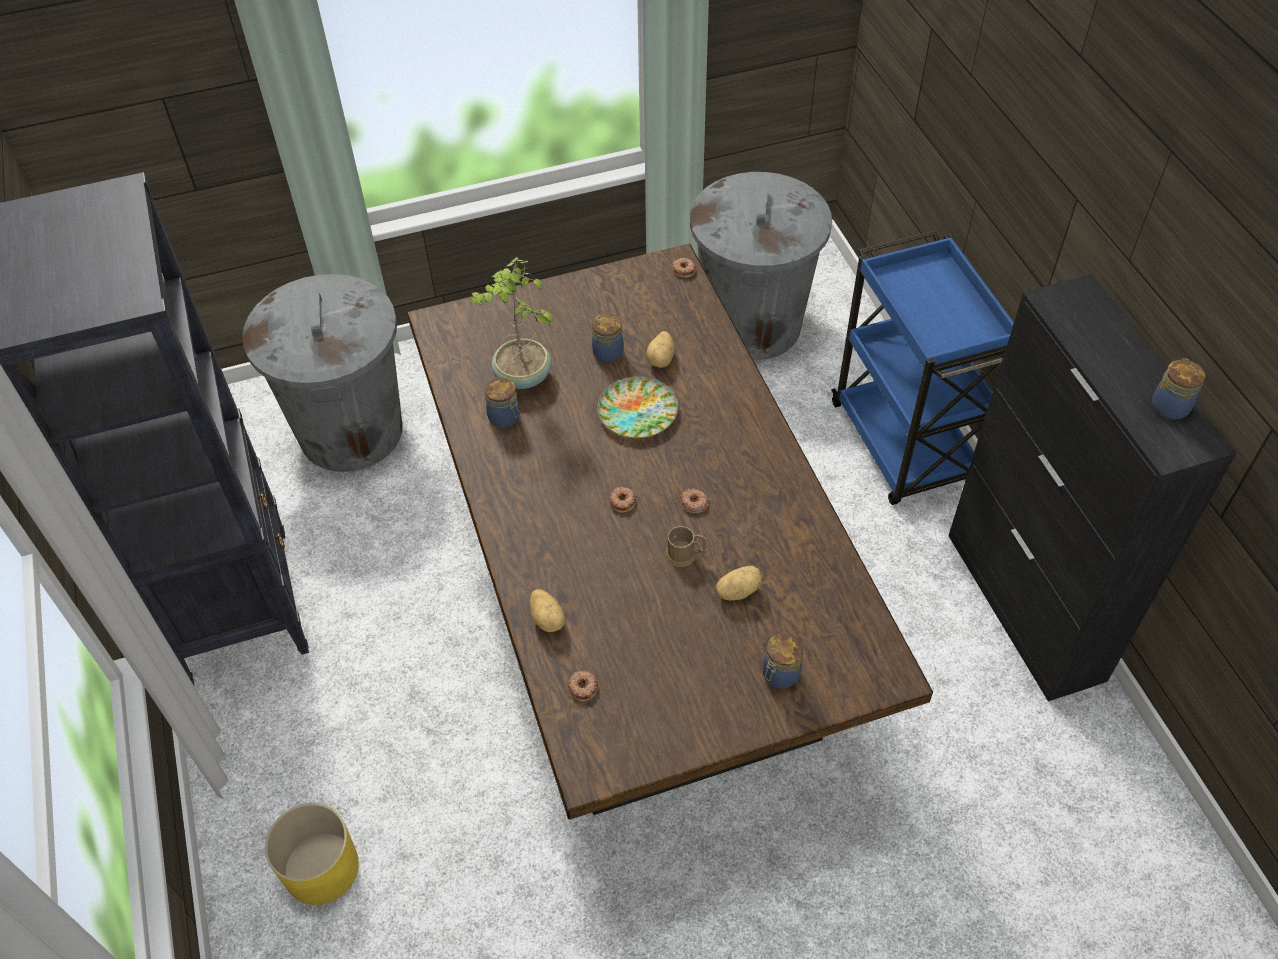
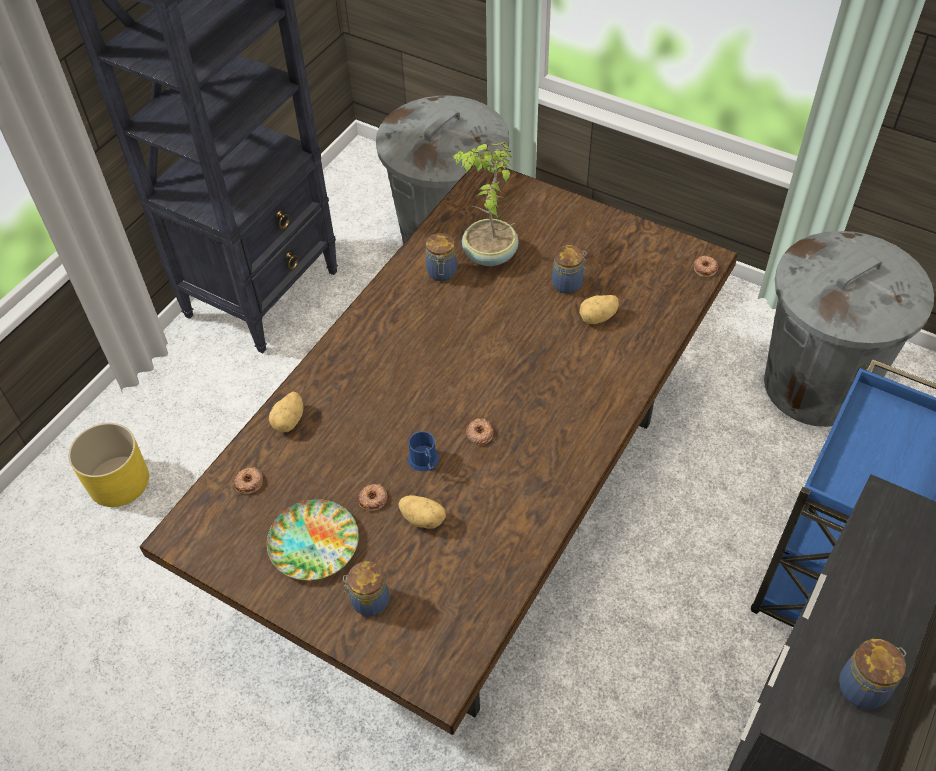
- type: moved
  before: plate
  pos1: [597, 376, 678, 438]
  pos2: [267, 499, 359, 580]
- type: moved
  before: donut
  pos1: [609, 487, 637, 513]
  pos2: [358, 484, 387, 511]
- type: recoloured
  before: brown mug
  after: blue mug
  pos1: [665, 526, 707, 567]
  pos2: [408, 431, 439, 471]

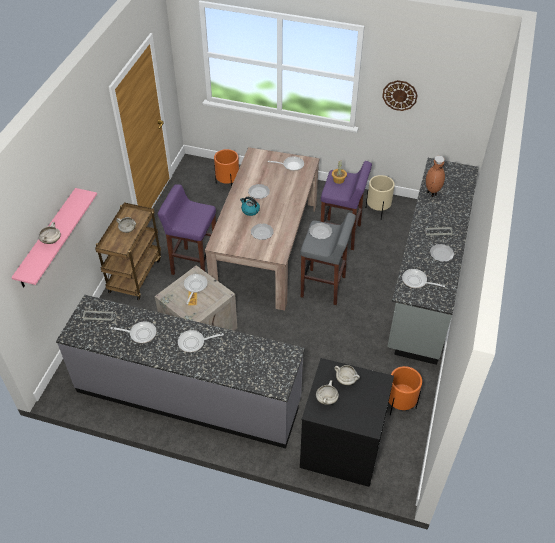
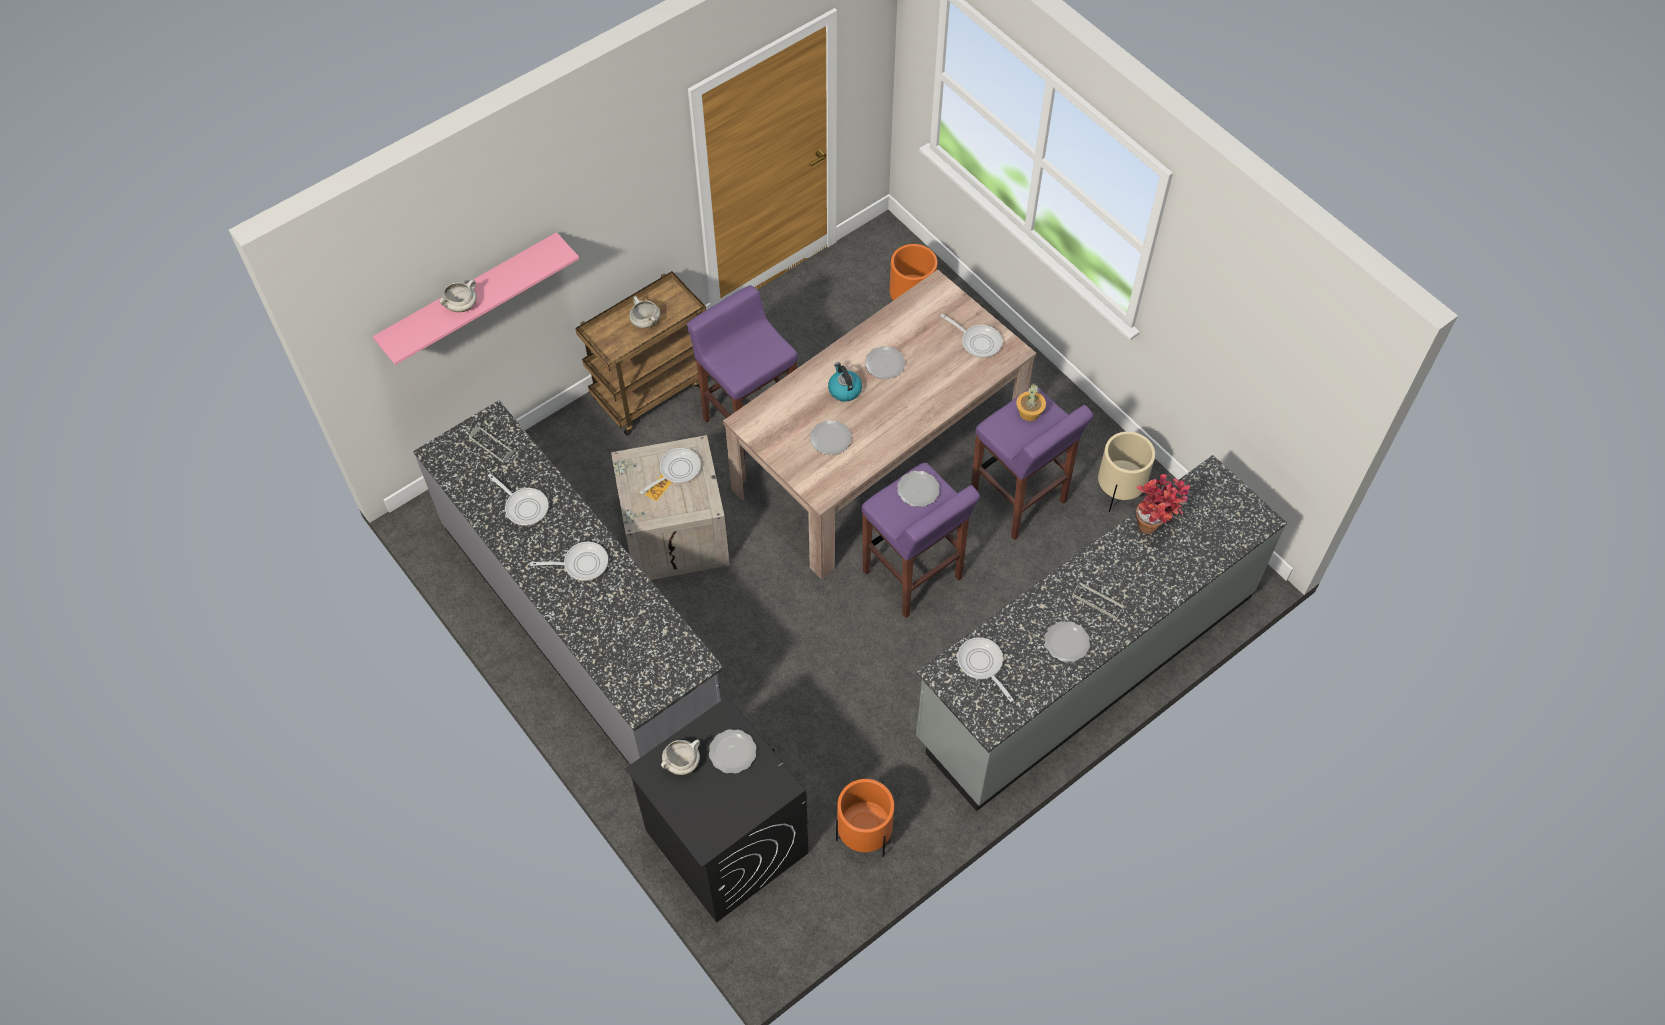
- type: turned
  before: frying pan
  pos1: [178, 330, 224, 352]
  pos2: [530, 542, 608, 581]
  turn: 150
- type: recoloured
  before: grey stool
  after: purple stool
  pos1: [300, 213, 356, 305]
  pos2: [861, 463, 980, 618]
- type: replaced
  before: white cooking pot
  after: plate
  pos1: [335, 365, 360, 385]
  pos2: [709, 729, 756, 774]
- type: removed
  before: wall clock
  pos1: [382, 80, 417, 111]
- type: replaced
  before: brown vase
  after: potted plant
  pos1: [426, 156, 445, 197]
  pos2: [1136, 474, 1190, 534]

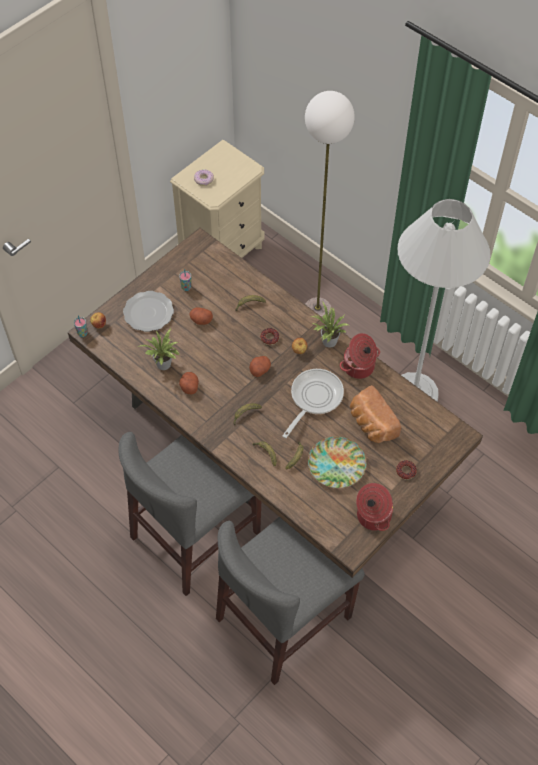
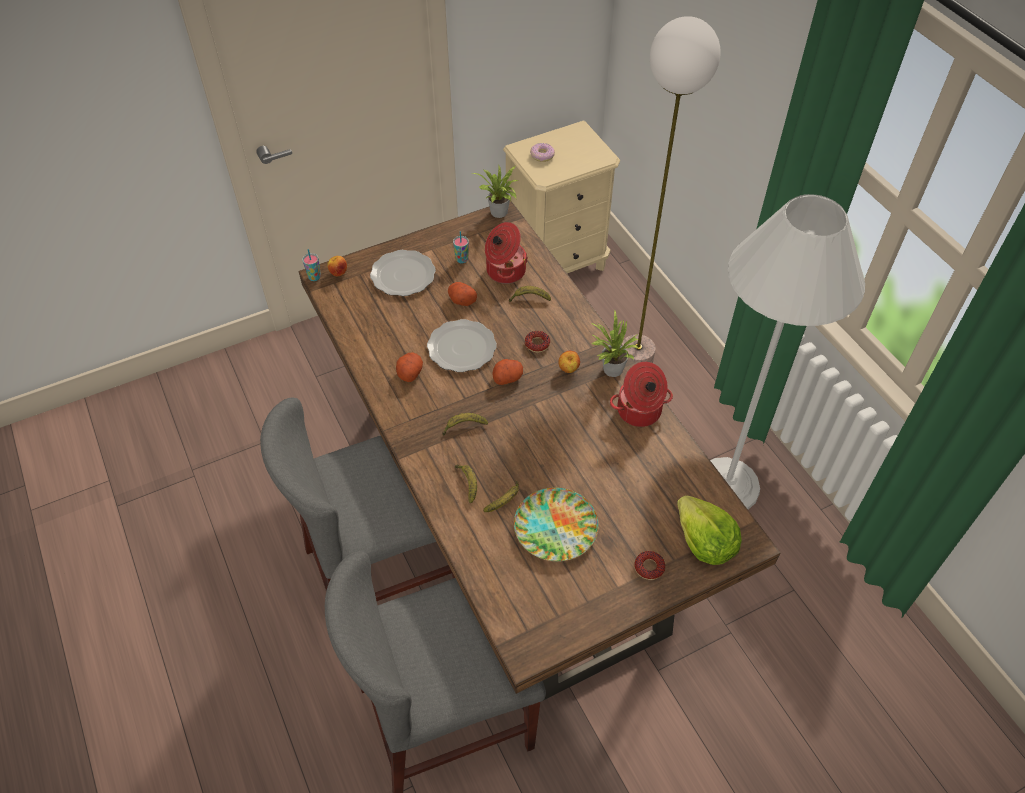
- type: moved
  before: potted plant
  pos1: [137, 328, 180, 370]
  pos2: [473, 166, 518, 218]
- type: removed
  before: frying pan
  pos1: [282, 369, 344, 438]
- type: removed
  before: bread
  pos1: [350, 385, 401, 443]
- type: moved
  before: cooking pot
  pos1: [356, 483, 393, 531]
  pos2: [485, 222, 528, 284]
- type: added
  after: plate
  pos2: [427, 319, 497, 372]
- type: added
  after: lettuce
  pos2: [677, 495, 742, 565]

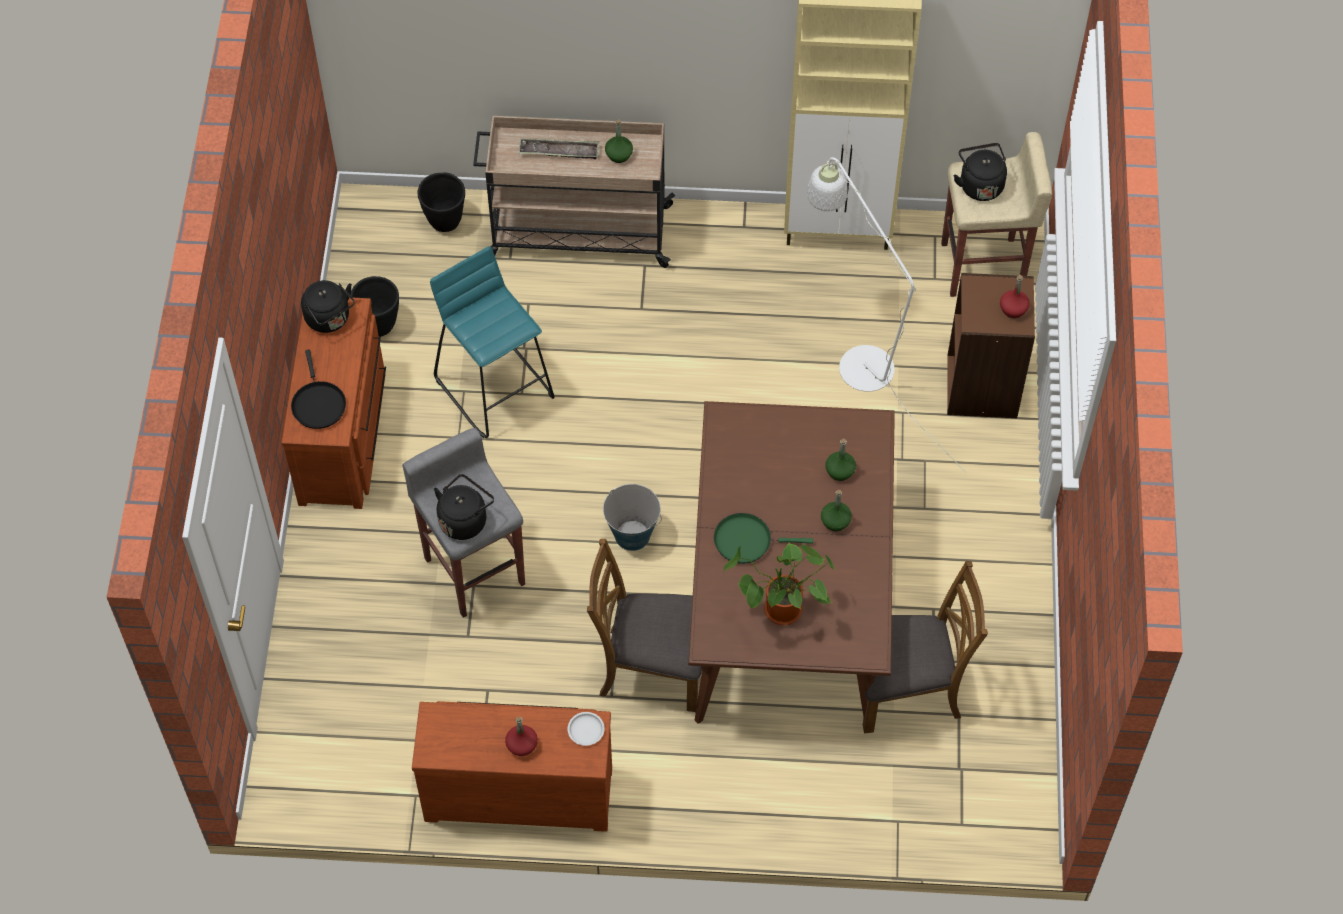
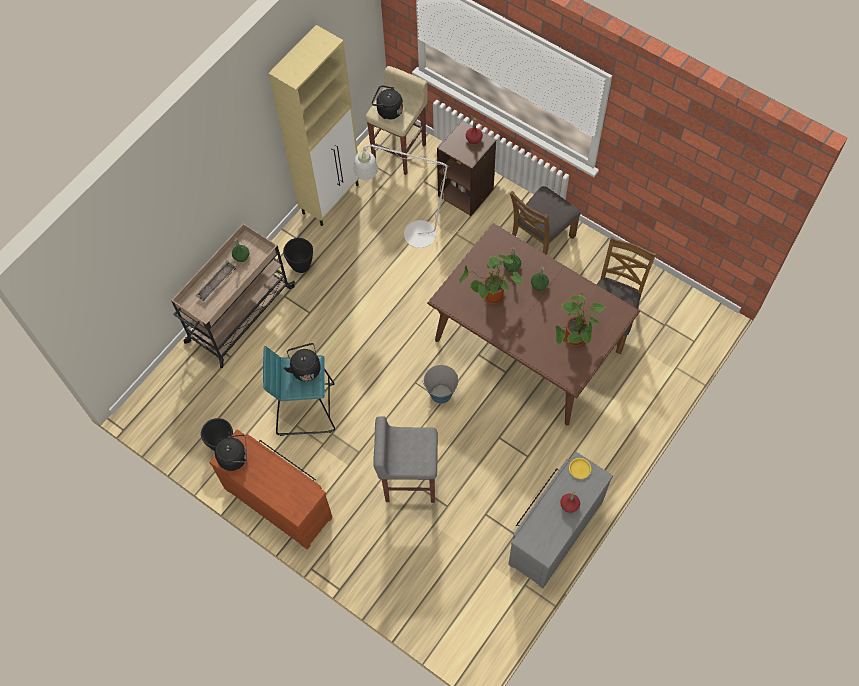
- type: removed
  before: black frying pan
  pos1: [291, 350, 346, 429]
- type: recoloured
  before: brown dresser
  after: grey dresser
  pos1: [412, 701, 612, 832]
  pos2: [508, 452, 613, 589]
- type: moved
  before: black planter
  pos1: [417, 173, 465, 232]
  pos2: [283, 238, 313, 273]
- type: moved
  before: black kettle
  pos1: [434, 474, 494, 540]
  pos2: [284, 343, 321, 381]
- type: recoloured
  before: white plate
  after: yellow plate
  pos1: [568, 712, 605, 746]
  pos2: [569, 458, 591, 479]
- type: moved
  before: brown chair
  pos1: [587, 539, 702, 712]
  pos2: [510, 186, 581, 255]
- type: removed
  before: green frying pan
  pos1: [714, 513, 813, 564]
- type: added
  after: potted plant
  pos2: [459, 255, 523, 304]

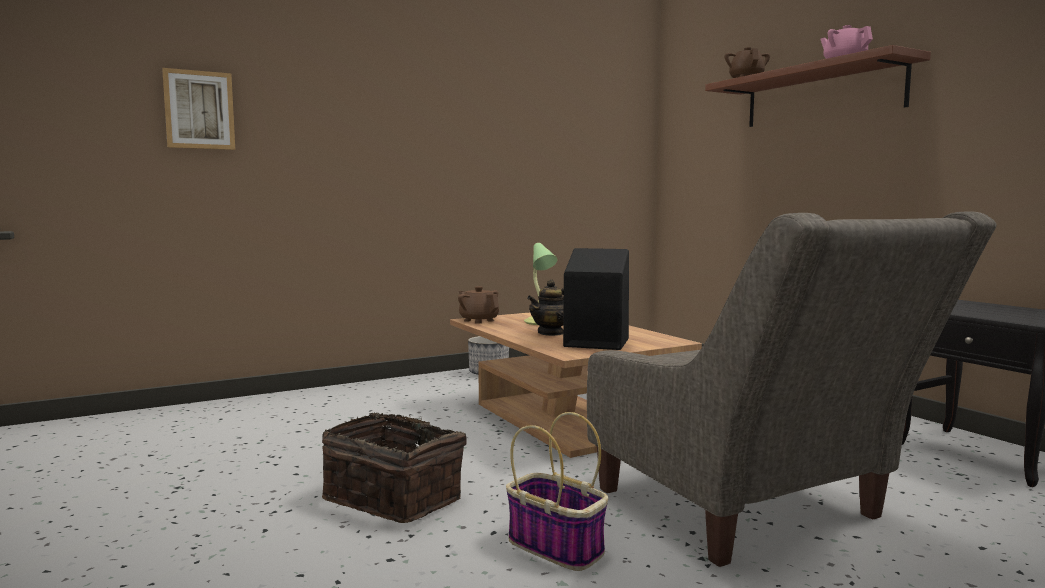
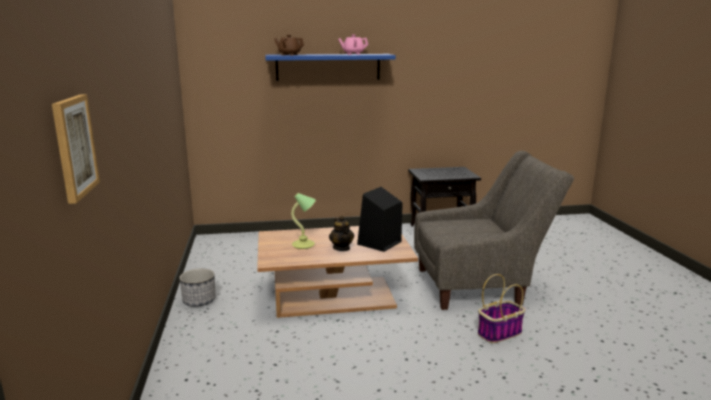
- type: removed
  before: basket
  pos1: [322, 412, 467, 523]
- type: removed
  before: brown teapot
  pos1: [458, 286, 499, 324]
- type: recoloured
  before: brown shelf
  after: blue shelf
  pos1: [705, 45, 931, 127]
  pos2: [265, 54, 396, 81]

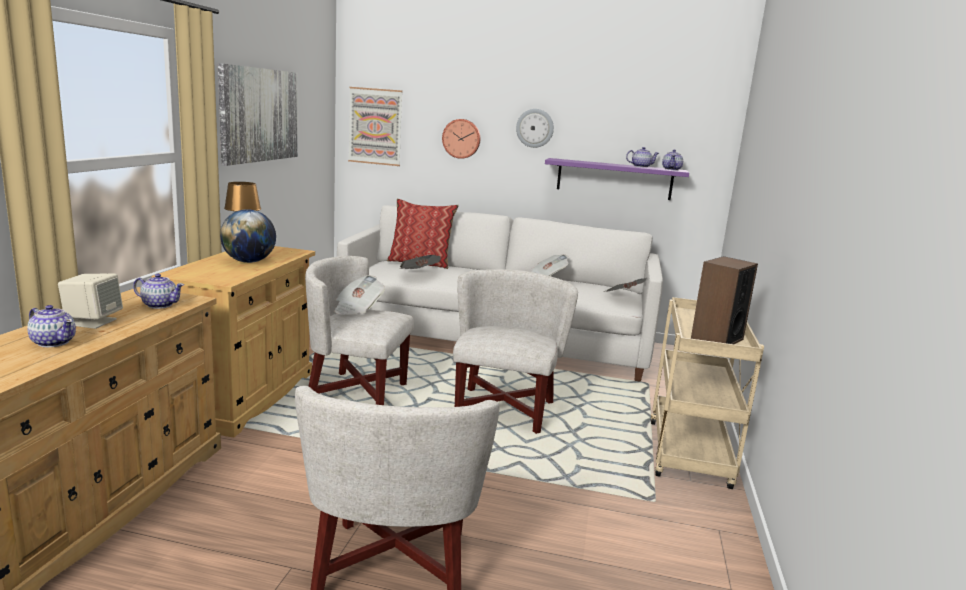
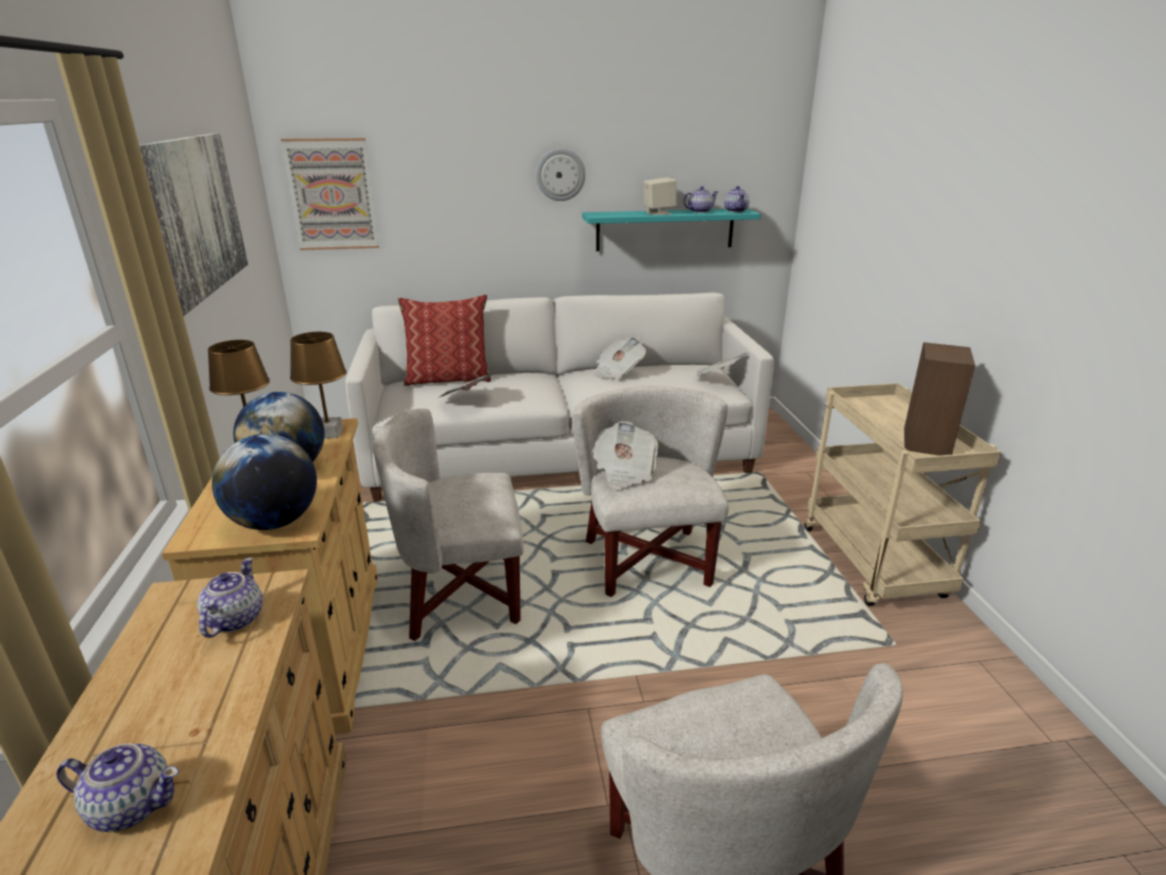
- type: moved
  before: beige speaker
  pos1: [58, 273, 123, 329]
  pos2: [643, 177, 677, 215]
- type: turned
  before: teapot
  pos1: [133, 274, 184, 309]
  pos2: [197, 558, 263, 638]
  turn: -75
- type: moved
  before: newspaper
  pos1: [334, 275, 385, 314]
  pos2: [592, 421, 659, 489]
- type: removed
  before: wall clock
  pos1: [442, 119, 480, 159]
- type: recoloured
  before: purple shelf
  after: turquoise shelf
  pos1: [545, 158, 689, 200]
  pos2: [582, 209, 761, 251]
- type: added
  after: globe
  pos2: [212, 434, 317, 530]
- type: added
  after: brown table lamp
  pos2: [290, 332, 347, 439]

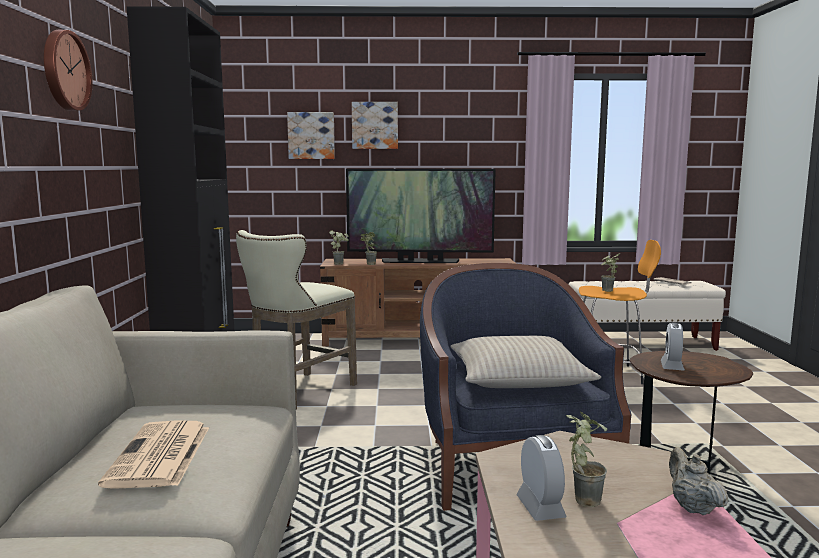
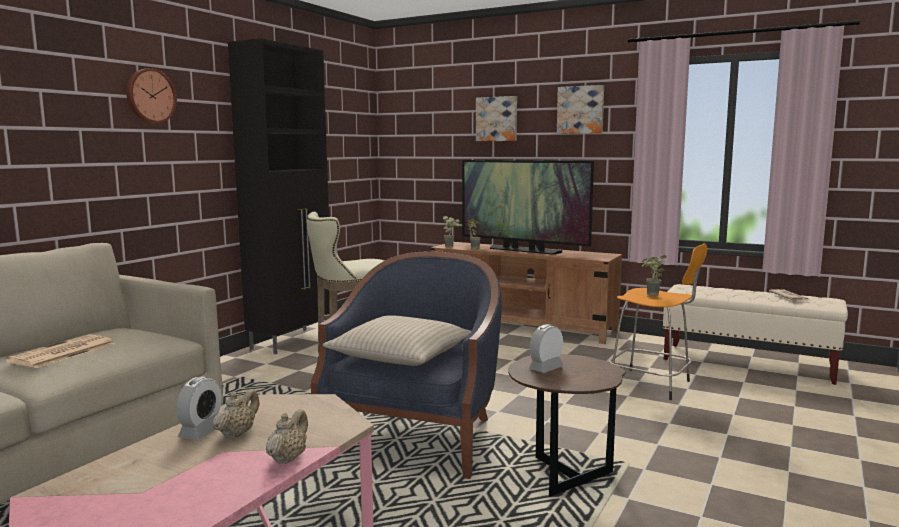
- type: moved
  before: picture
  pos1: [287, 112, 335, 159]
  pos2: [557, 85, 604, 134]
- type: replaced
  before: potted plant
  after: beige teapot
  pos1: [566, 411, 607, 507]
  pos2: [213, 389, 260, 439]

